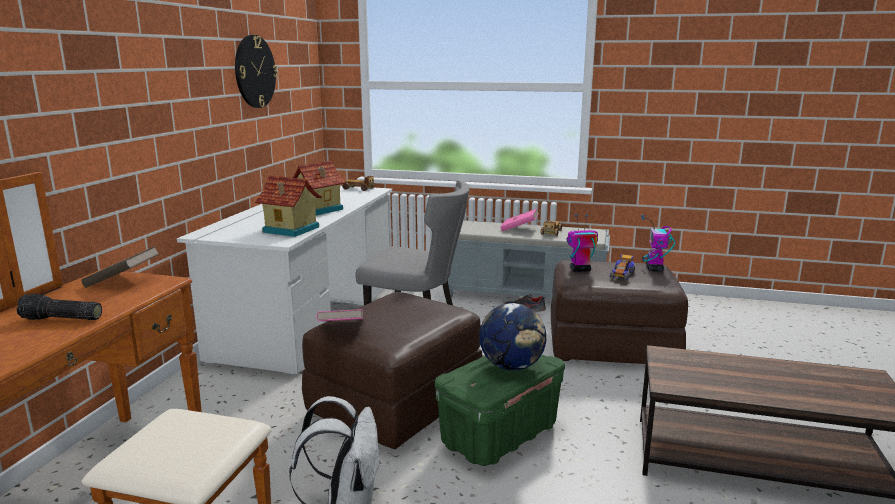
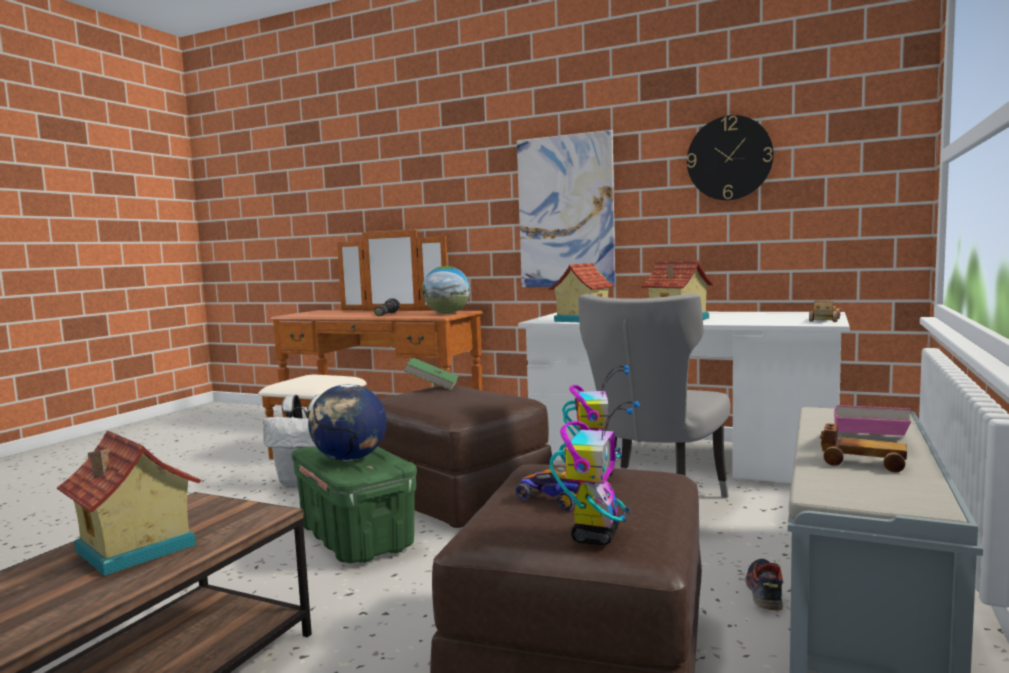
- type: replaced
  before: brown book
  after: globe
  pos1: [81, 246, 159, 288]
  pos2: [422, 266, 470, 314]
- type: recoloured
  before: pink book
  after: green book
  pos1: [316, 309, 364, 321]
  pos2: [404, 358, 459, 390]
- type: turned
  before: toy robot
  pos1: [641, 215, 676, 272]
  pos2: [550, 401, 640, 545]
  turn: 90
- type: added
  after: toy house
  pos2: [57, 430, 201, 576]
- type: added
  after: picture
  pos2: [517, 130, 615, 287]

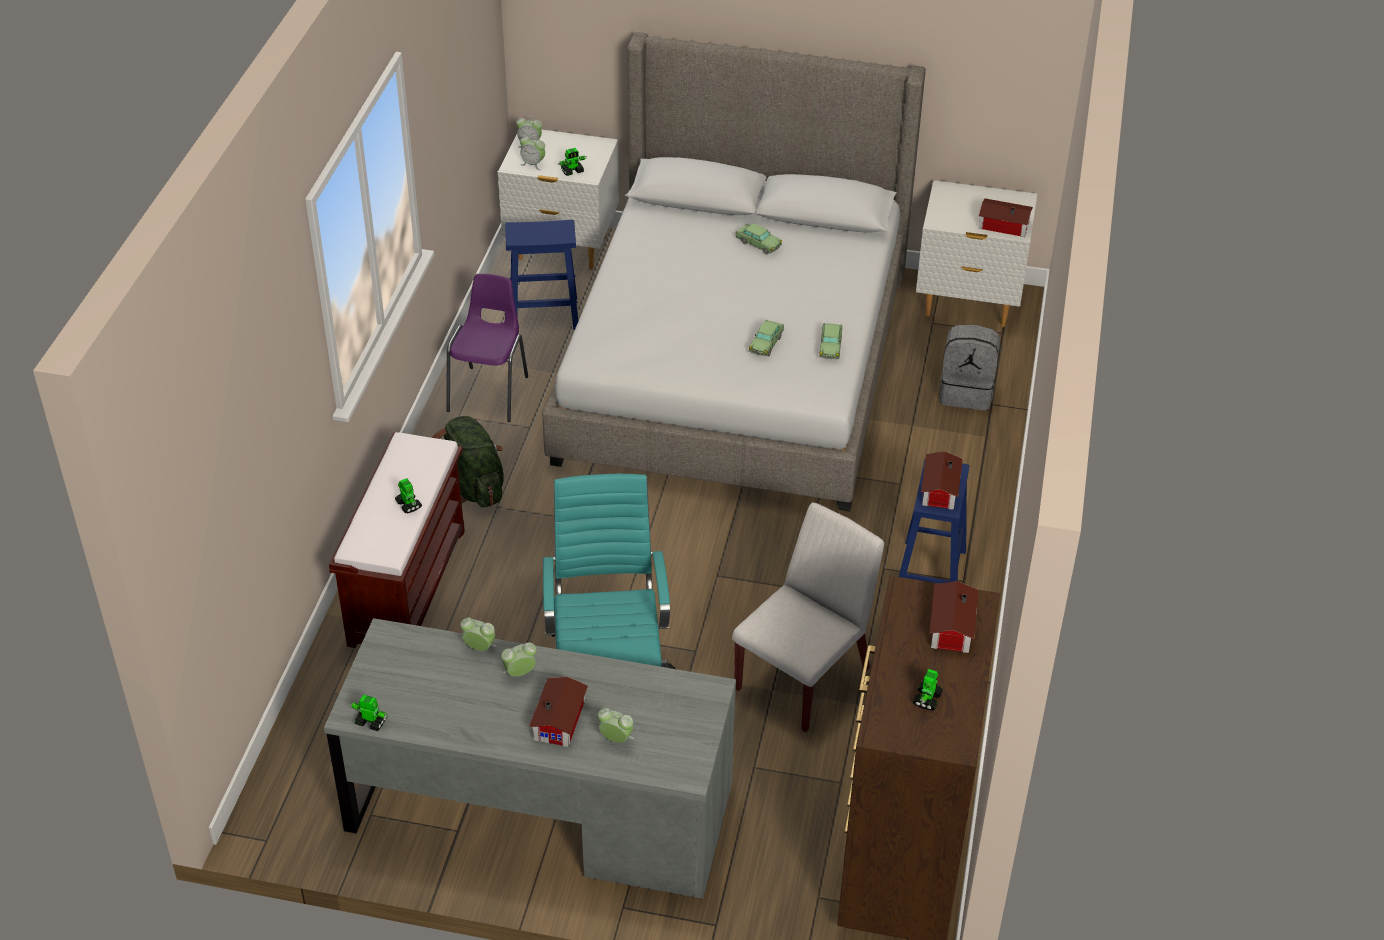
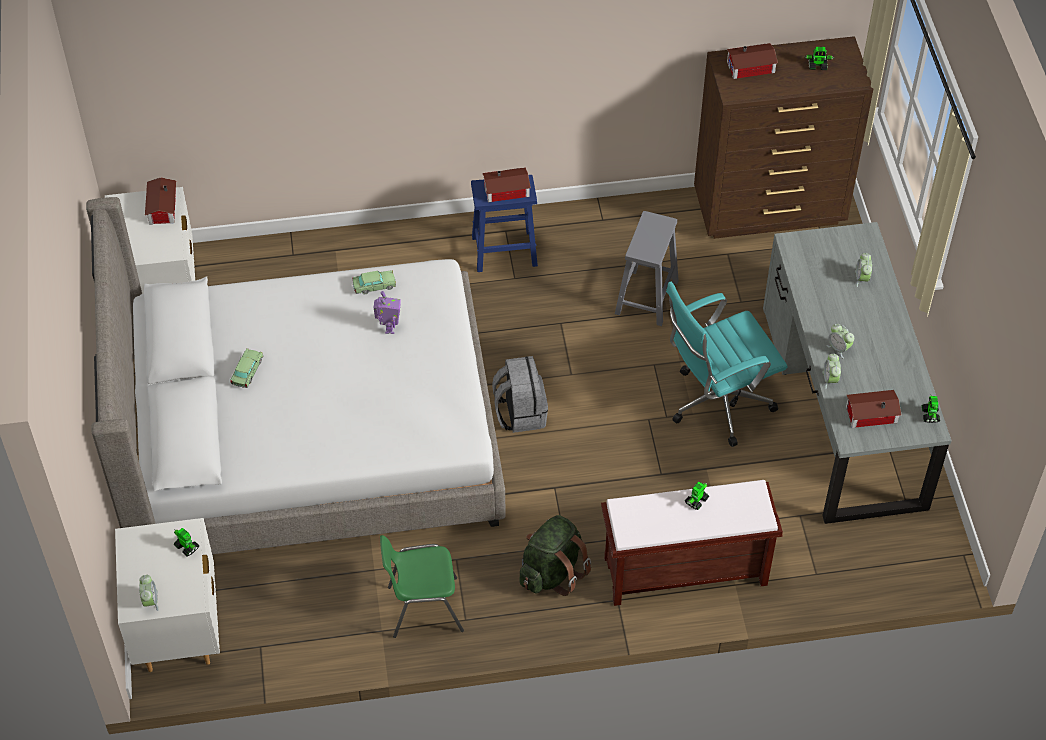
- type: recoloured
  before: purple chair
  after: green chair
  pos1: [447, 274, 528, 422]
  pos2: [380, 535, 464, 638]
- type: removed
  before: blue stool
  pos1: [505, 220, 578, 330]
- type: removed
  before: alarm clock
  pos1: [520, 135, 545, 170]
- type: moved
  before: toy house
  pos1: [529, 677, 588, 747]
  pos2: [846, 390, 901, 428]
- type: replaced
  before: white chair
  after: grey stool
  pos1: [732, 502, 884, 733]
  pos2: [615, 211, 679, 326]
- type: replaced
  before: toy car
  after: toy robot
  pos1: [748, 320, 784, 357]
  pos2: [374, 291, 401, 334]
- type: moved
  before: grey backpack
  pos1: [939, 325, 1000, 410]
  pos2: [492, 356, 548, 433]

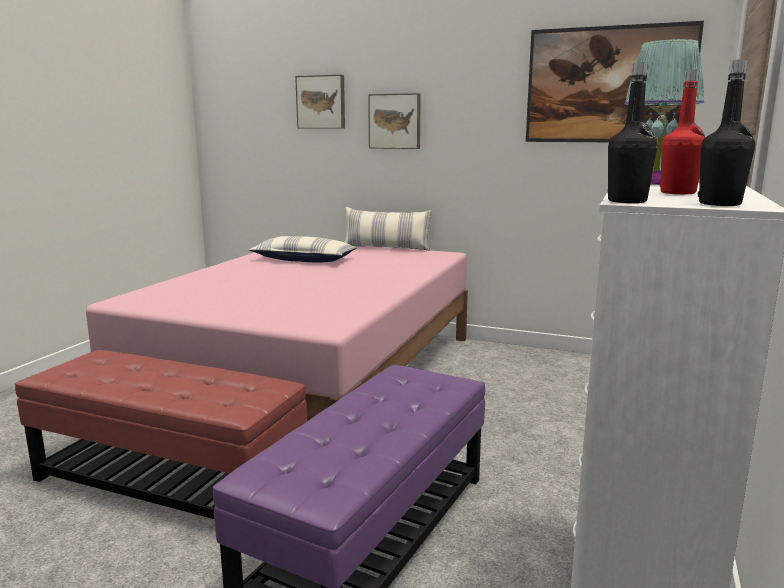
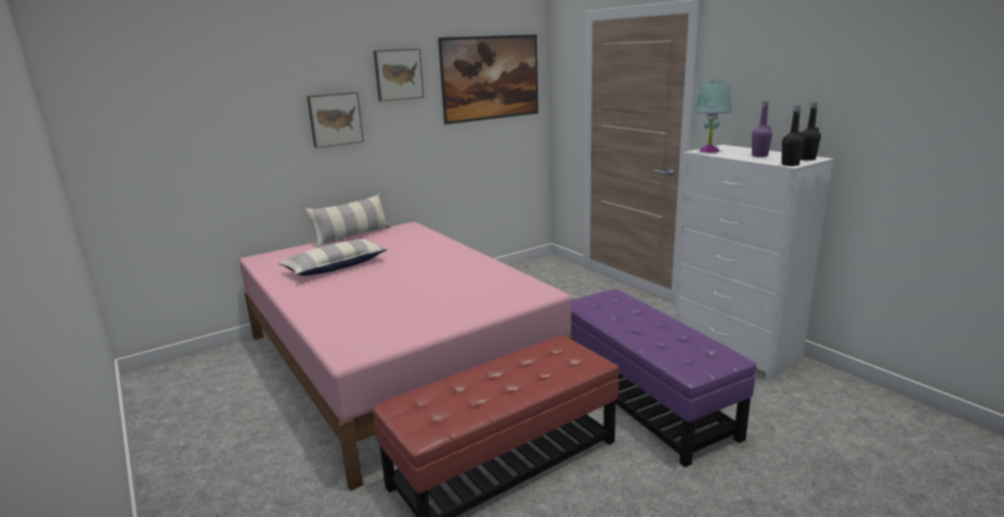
- type: moved
  before: picture
  pos1: [295, 74, 345, 129]
  pos2: [373, 49, 424, 101]
- type: recoloured
  before: red bottle
  after: purple bottle
  pos1: [660, 70, 705, 194]
  pos2: [752, 101, 772, 157]

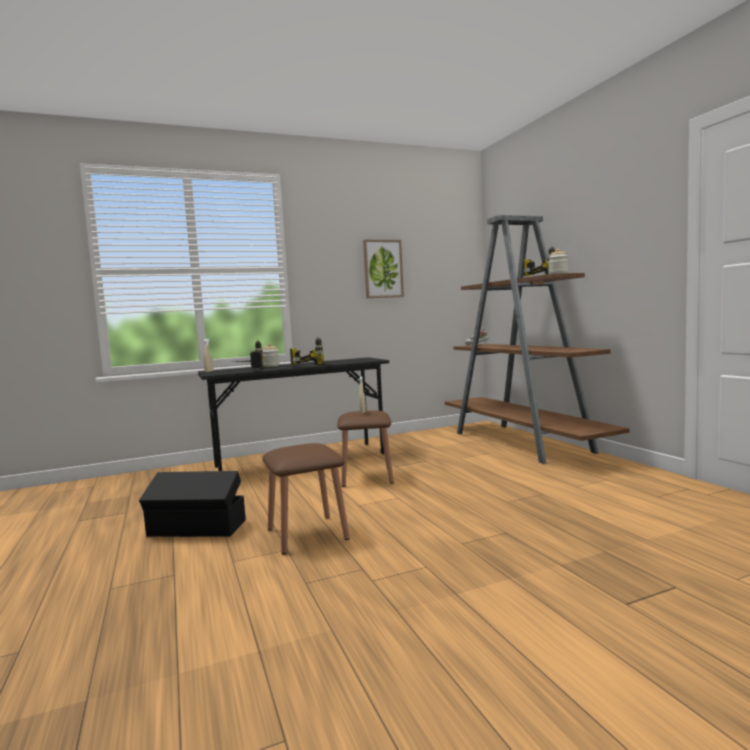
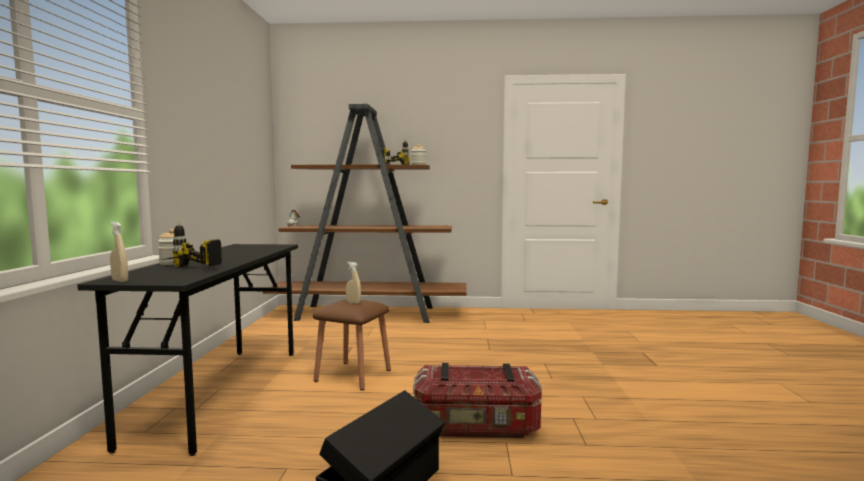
- type: replaced
  before: brown stool
  after: storage box
  pos1: [262, 443, 350, 555]
  pos2: [413, 363, 542, 438]
- type: removed
  before: power drill
  pos1: [290, 336, 324, 365]
- type: removed
  before: picture
  pos1: [363, 240, 404, 298]

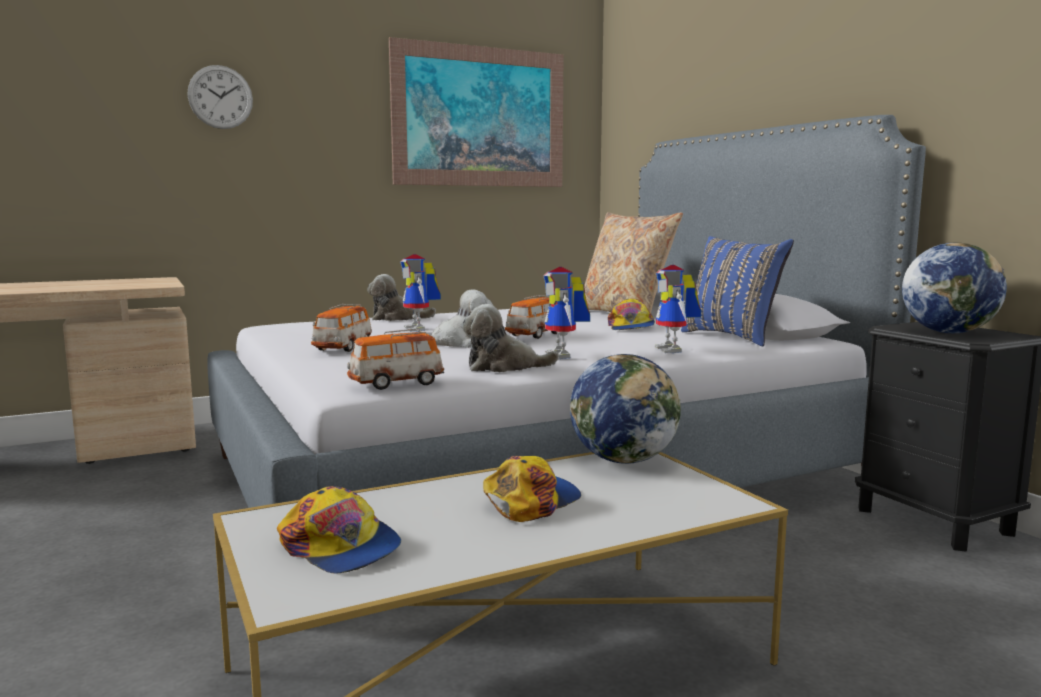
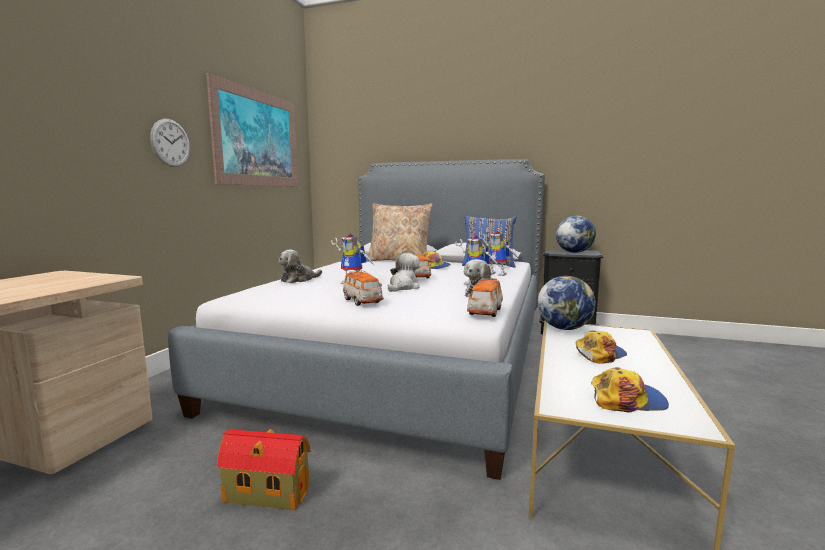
- type: moved
  before: wall clock
  pos1: [187, 65, 253, 129]
  pos2: [150, 119, 190, 167]
- type: turned
  before: cap
  pos1: [483, 456, 581, 522]
  pos2: [576, 330, 627, 364]
  turn: 60
- type: added
  after: toy house
  pos2: [217, 429, 311, 510]

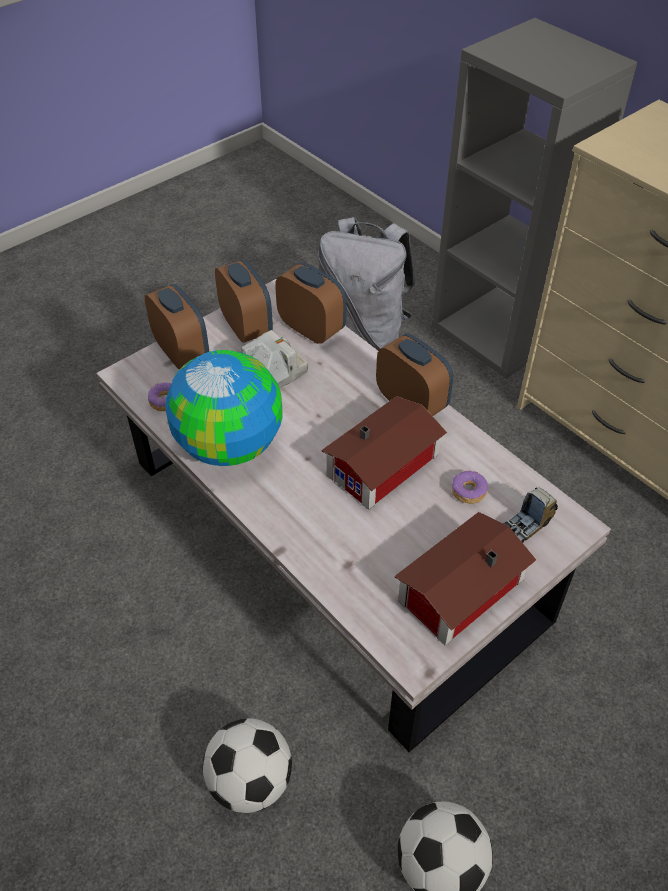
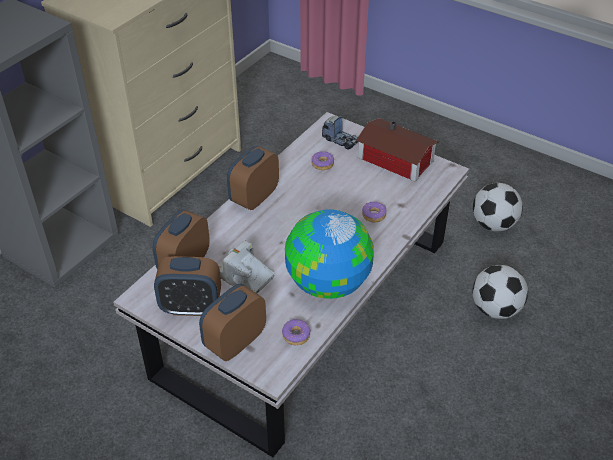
- type: turned
  before: alarm clock
  pos1: [215, 260, 273, 343]
  pos2: [154, 256, 221, 316]
  turn: -135
- type: removed
  before: grey backpack
  pos1: [318, 217, 415, 351]
- type: removed
  before: toy house
  pos1: [321, 396, 447, 510]
- type: added
  after: donut
  pos2: [362, 202, 387, 223]

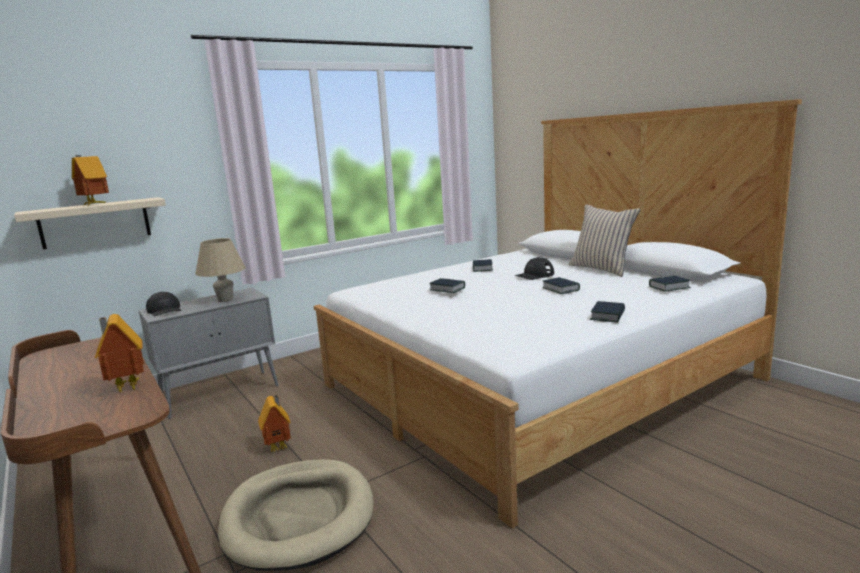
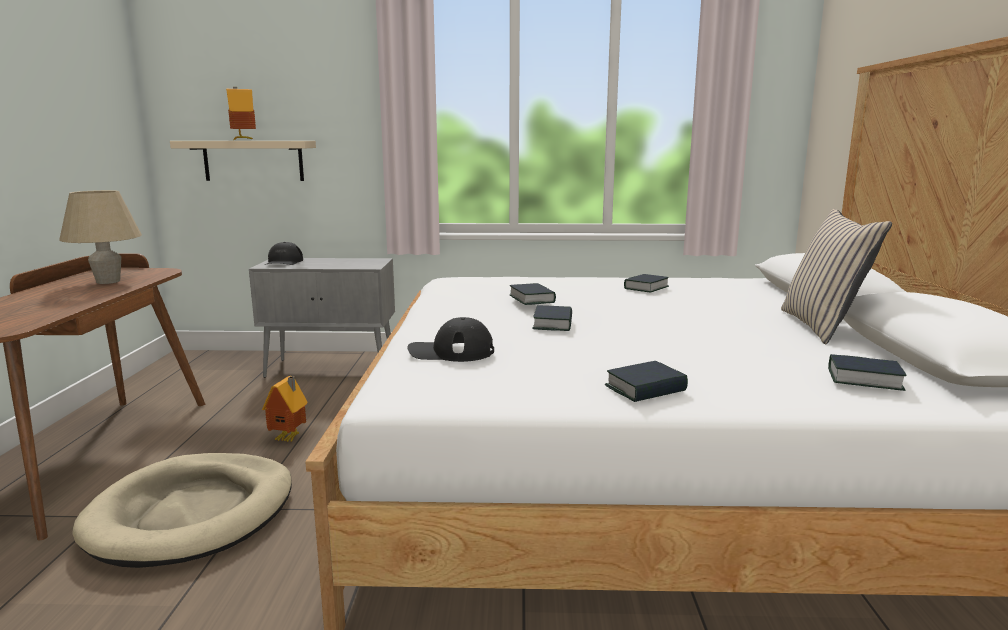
- type: removed
  before: toy house
  pos1: [95, 314, 144, 393]
- type: moved
  before: beige table lamp
  pos1: [195, 238, 246, 302]
  pos2: [59, 190, 142, 284]
- type: moved
  before: black cap
  pos1: [514, 257, 554, 280]
  pos2: [408, 317, 494, 362]
- type: moved
  before: book
  pos1: [542, 277, 580, 294]
  pos2: [532, 305, 572, 331]

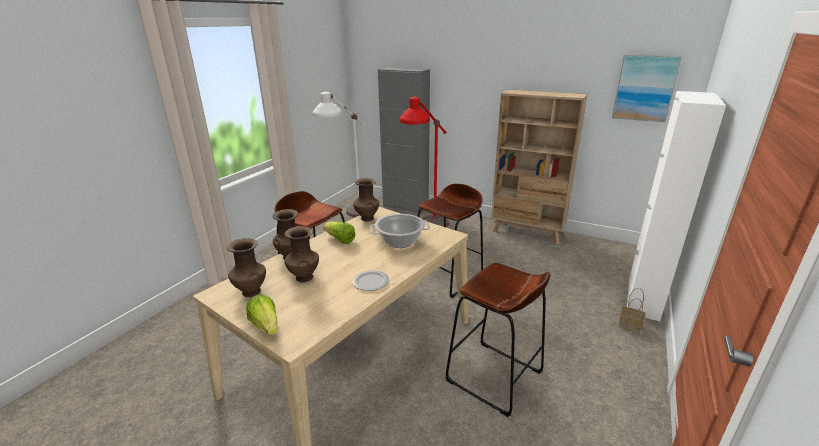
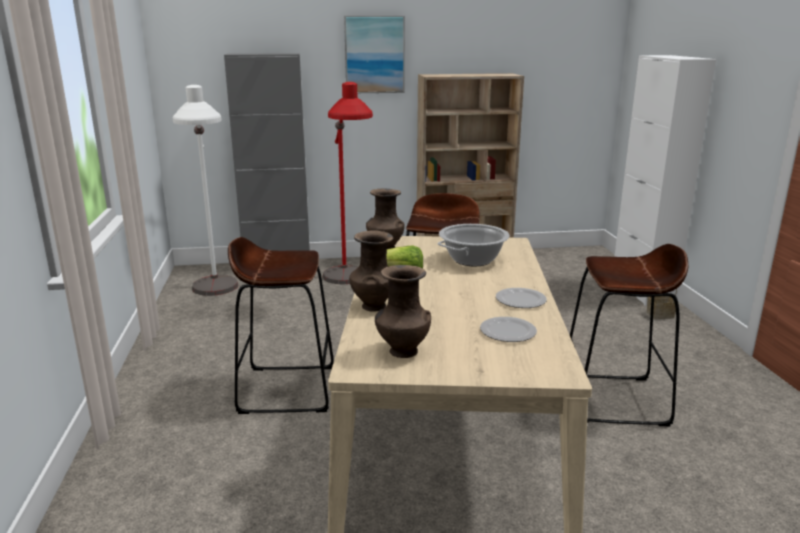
- type: removed
  before: lettuce
  pos1: [246, 295, 278, 335]
- type: removed
  before: brown vase
  pos1: [284, 226, 319, 282]
- type: moved
  before: picture
  pos1: [612, 55, 682, 122]
  pos2: [344, 15, 405, 93]
- type: added
  after: plate
  pos2: [480, 317, 537, 342]

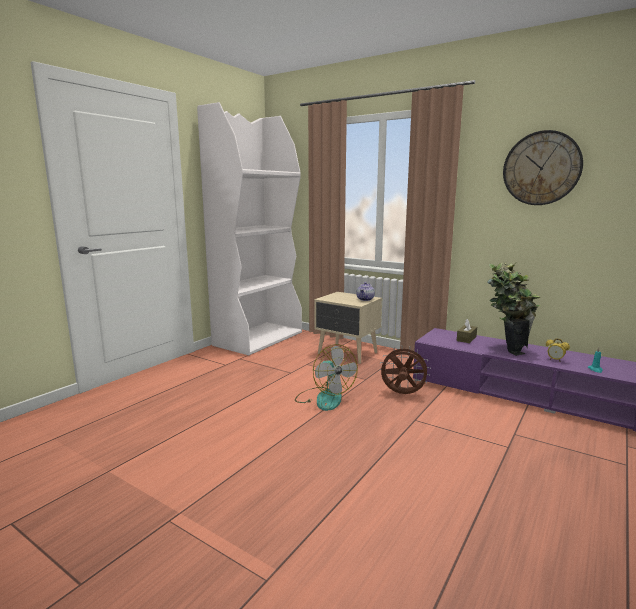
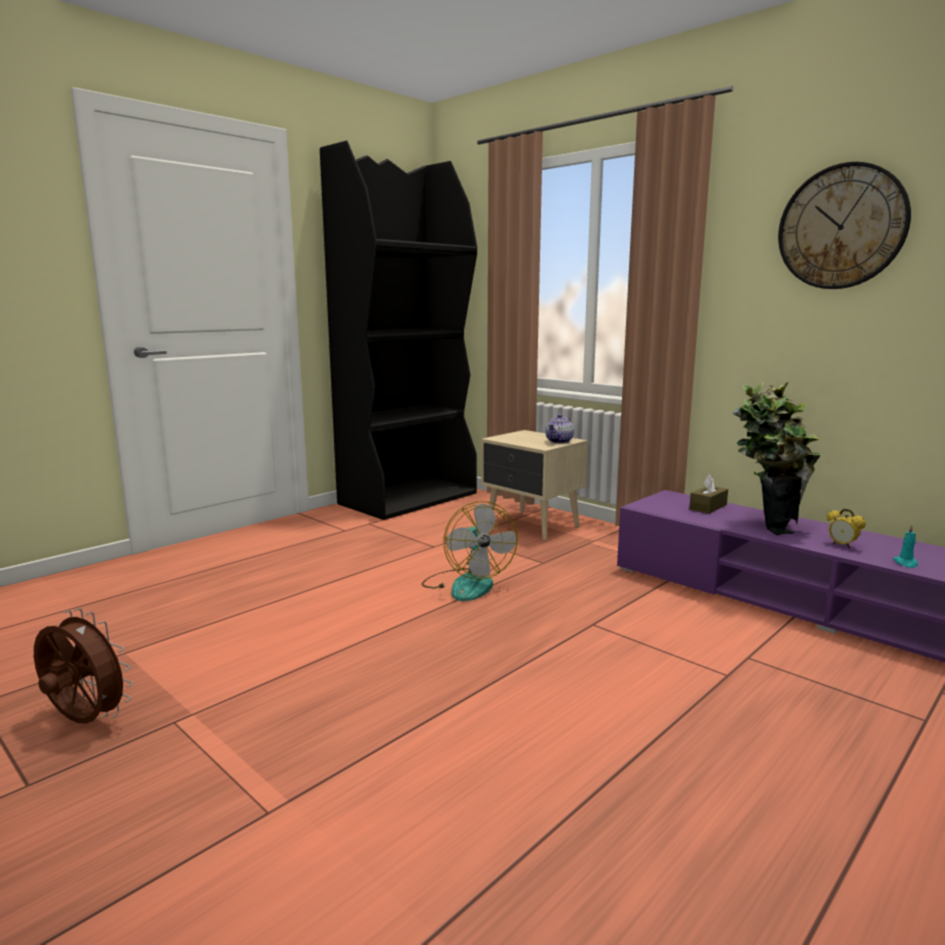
- type: recoloured
  before: white bookcase
  after: black bookcase
  pos1: [197, 102, 302, 355]
  pos2: [320, 141, 477, 520]
- type: moved
  before: brown fan
  pos1: [380, 346, 431, 394]
  pos2: [34, 608, 133, 724]

